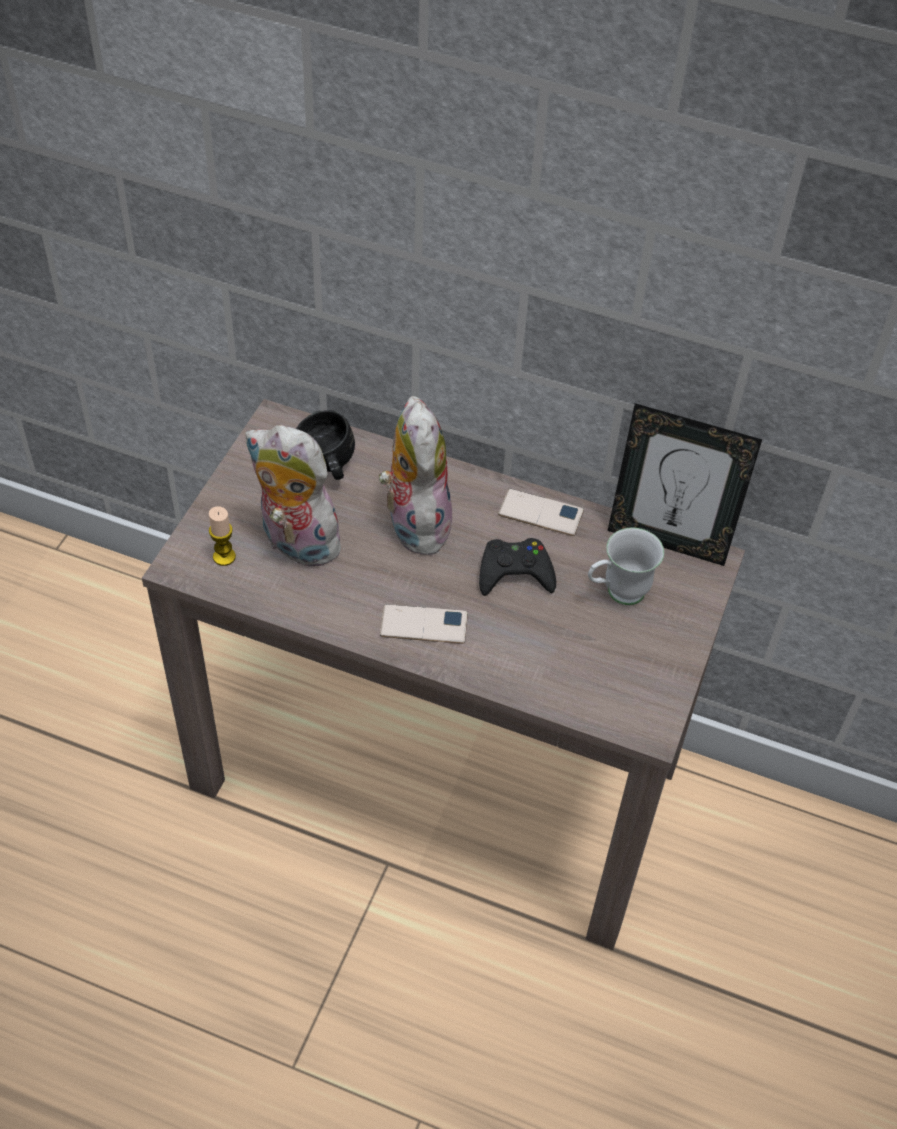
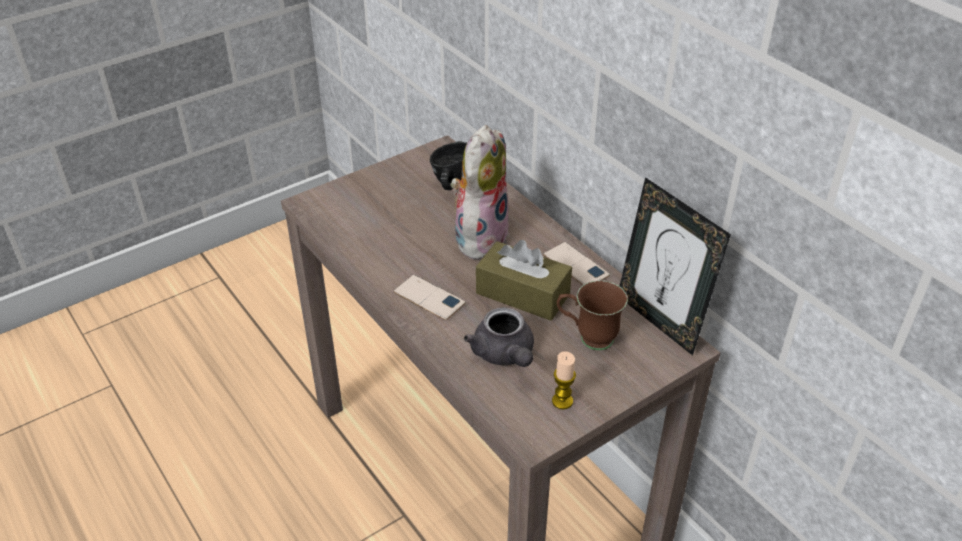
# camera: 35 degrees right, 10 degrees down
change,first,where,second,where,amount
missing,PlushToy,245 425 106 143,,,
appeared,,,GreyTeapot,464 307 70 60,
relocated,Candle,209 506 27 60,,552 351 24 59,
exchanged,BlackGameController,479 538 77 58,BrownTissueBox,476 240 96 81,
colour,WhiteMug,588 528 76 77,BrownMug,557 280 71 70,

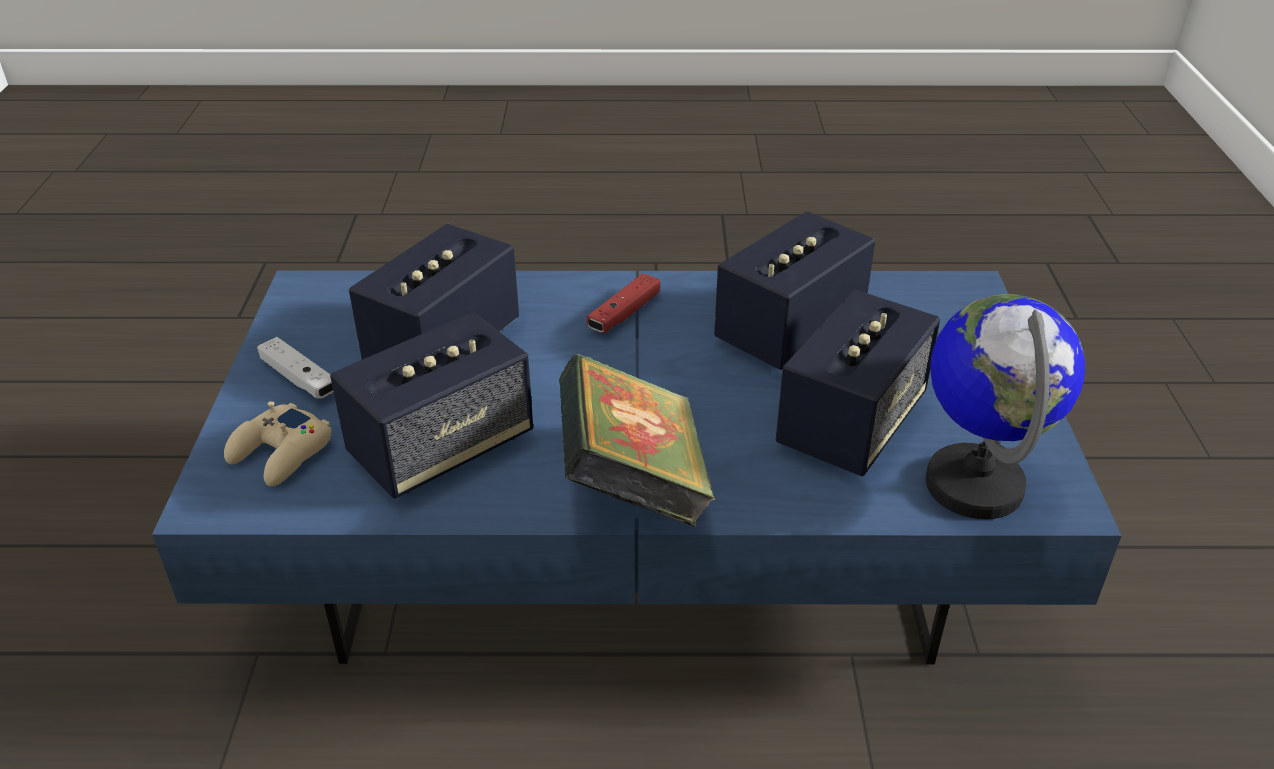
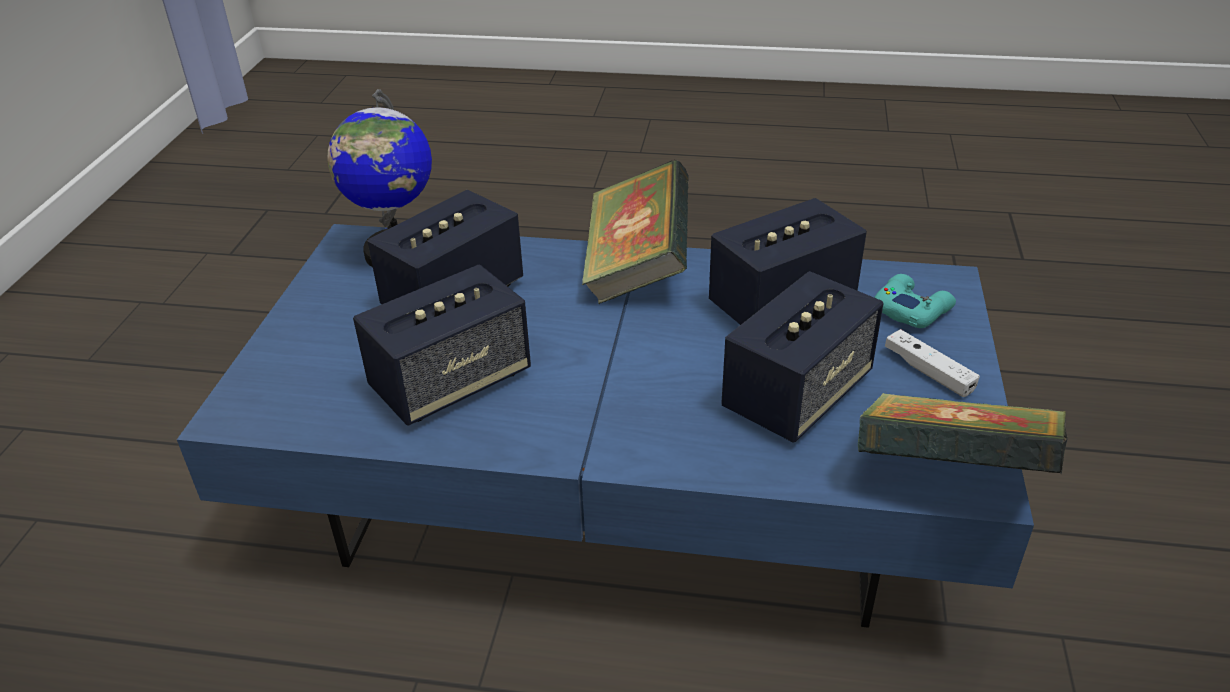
# camera: 170 degrees left, 0 degrees up
change,first,where,second,where,amount
missing,RedGameController,587 273 73 60,,,
appeared,,,Book,858 392 210 82,
colour,BeigeGameController,224 401 108 86,TurquoiseGameController,874 274 82 54,

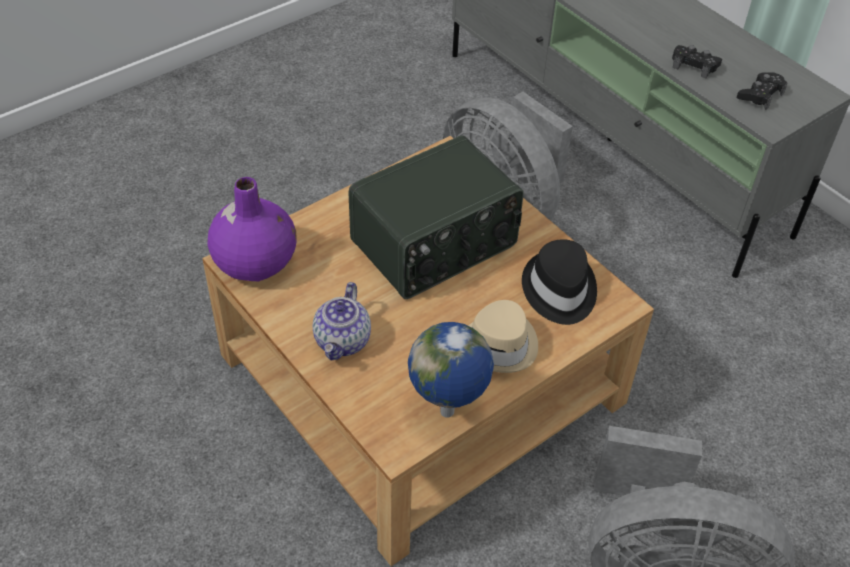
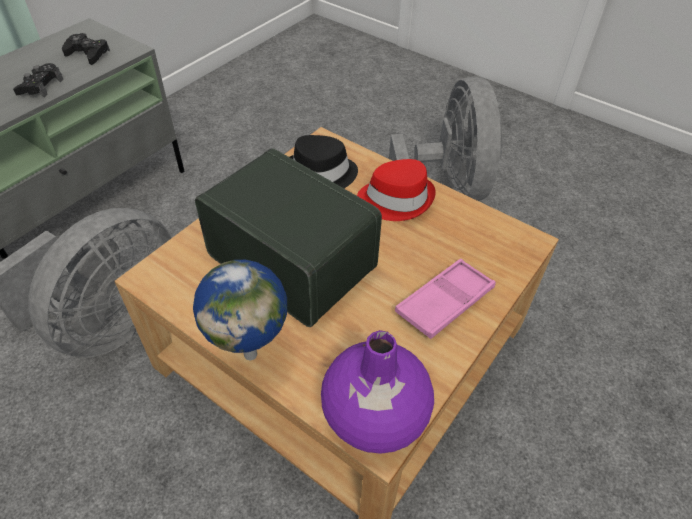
# camera: 105 degrees left, 0 degrees up
change,first,where,second,where,amount
relocated,Globe,408 322 86 95,,193 260 94 100,
exchanged,Teapot,313 282 58 78,PinkTray,395 259 101 80,
colour,BeigeHat,468 300 70 73,RedHat,357 159 79 62,

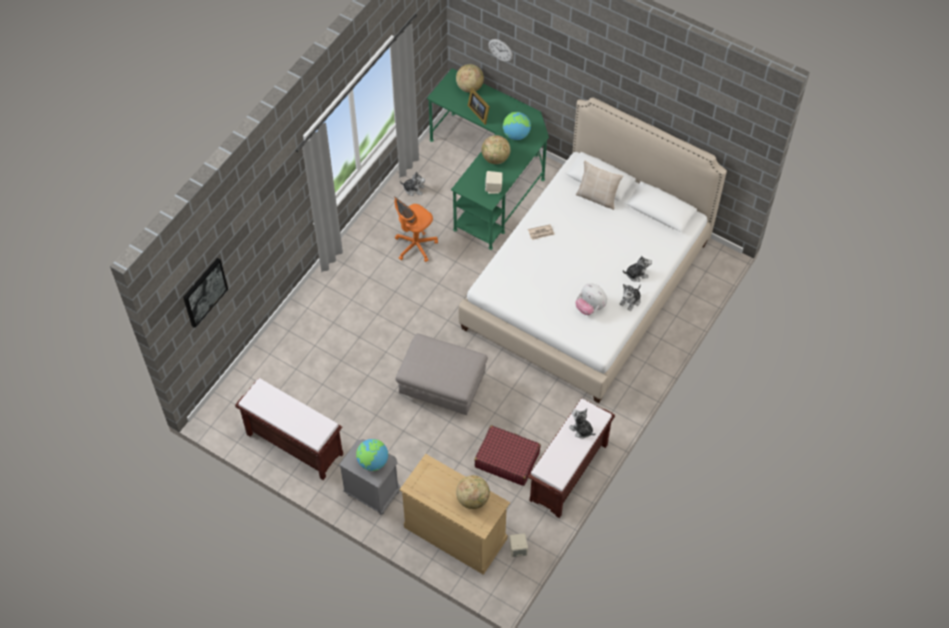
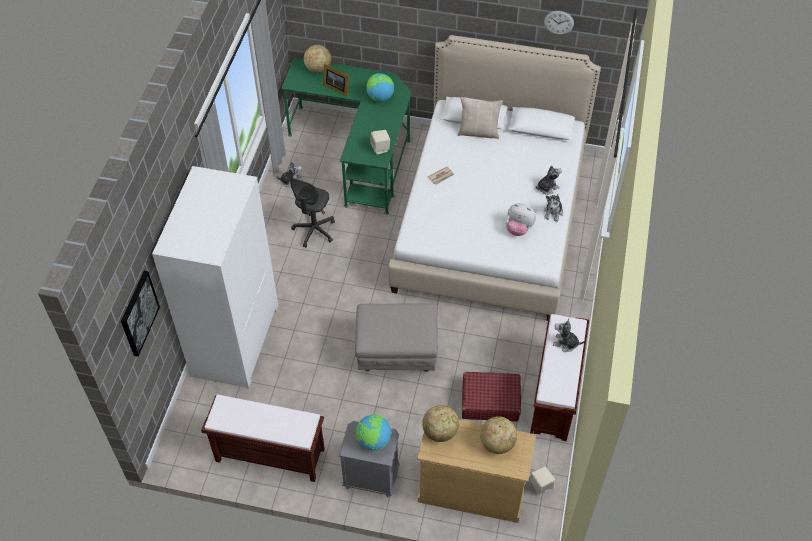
# camera: 20 degrees left, 5 degrees down
change,first,where,second,where,amount
appeared,,,WhiteWardrobe,152 166 126 222,
relocated,Globe,481 135 29 29,,422 405 37 37,
relocated,WallClock,488 39 25 23,,544 11 30 24,
colour,OrangeOfficeChair,394 196 44 66,GreyOfficeChair,290 178 45 70,

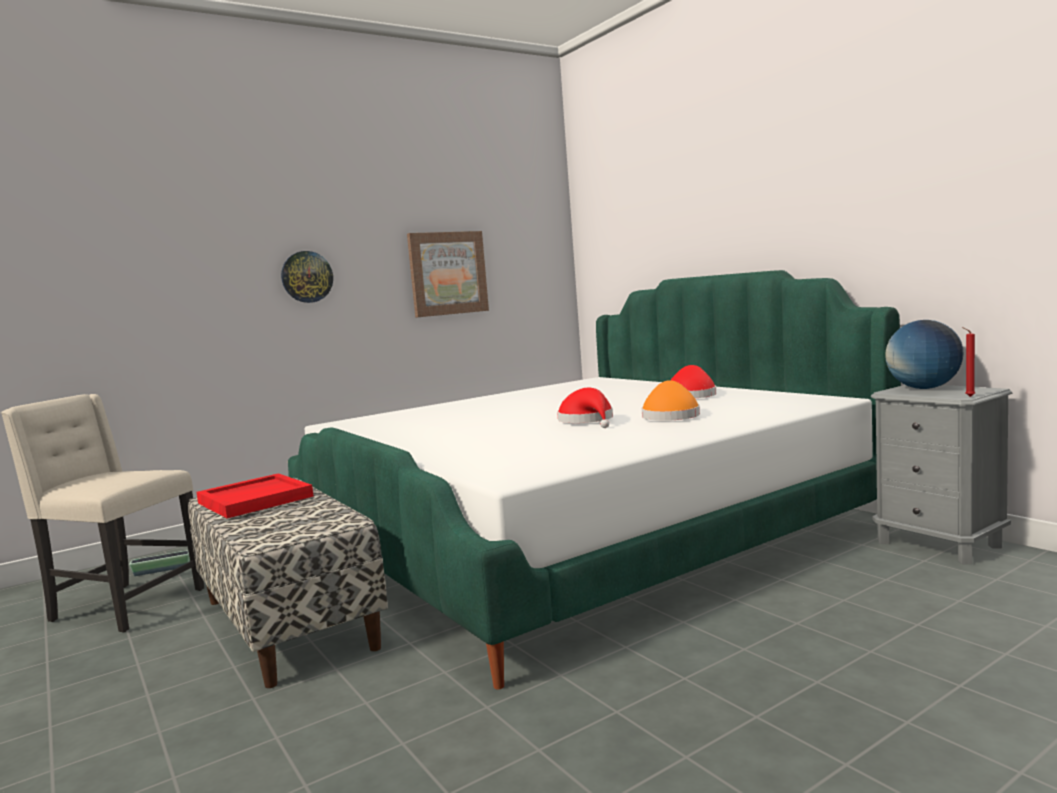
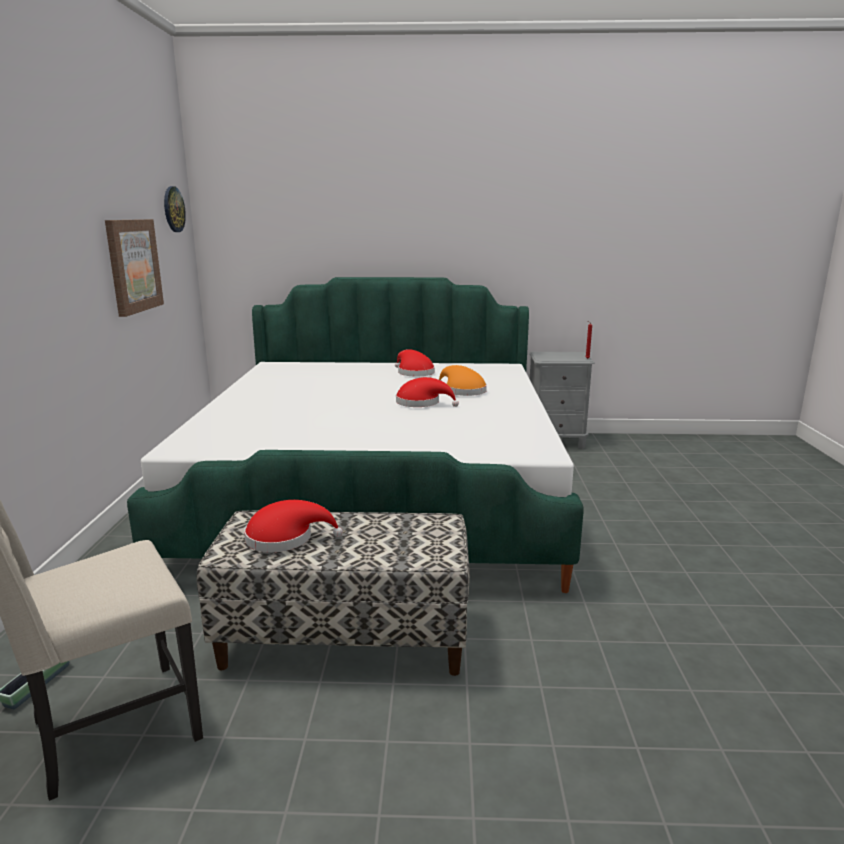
# camera: 55 degrees left, 10 degrees up
change,first,where,second,where,amount
missing,Globe,885 320 78 69,,,
relocated,WallClock,281 251 52 52,,164 186 22 46,
exchanged,RedTray,196 473 118 45,RedHat,244 500 99 52,

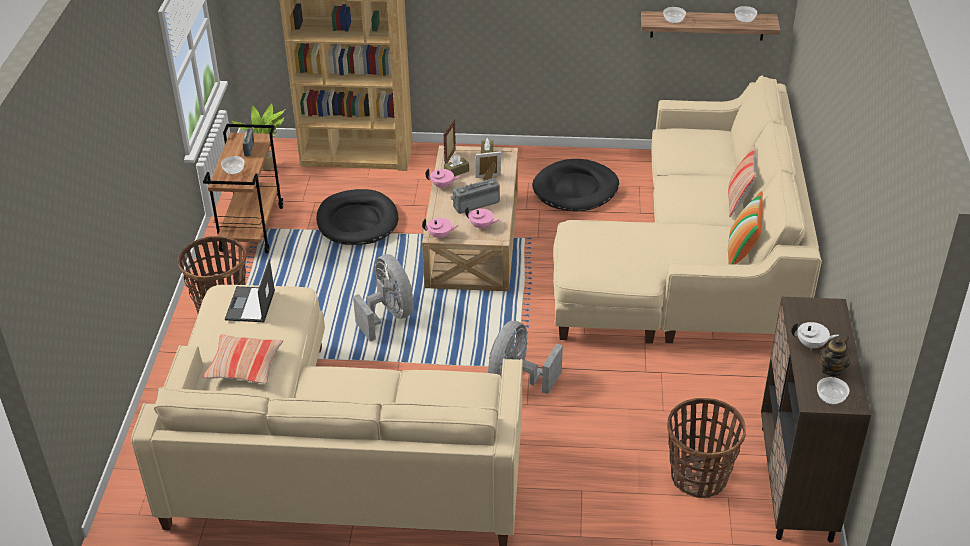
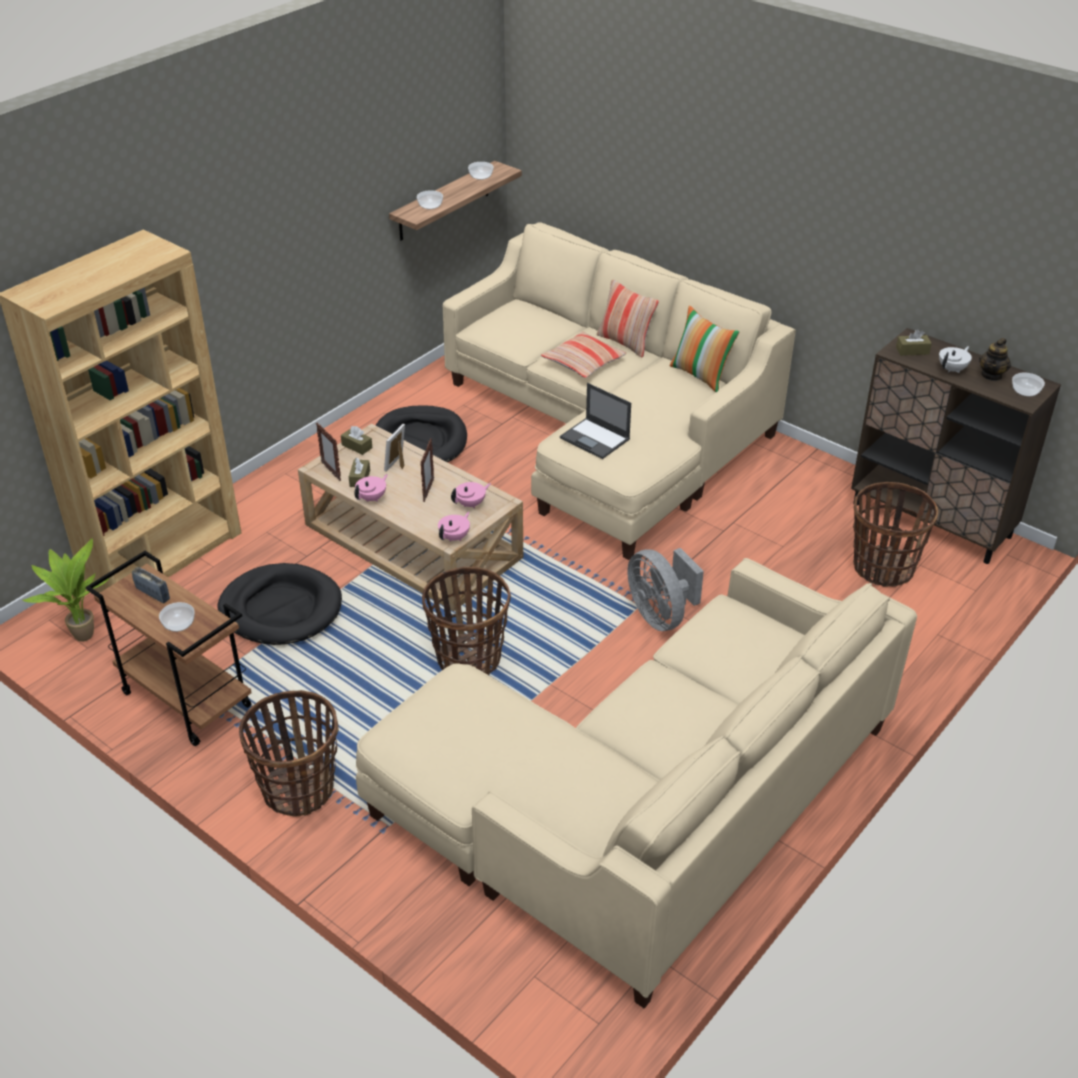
# camera: 55 degrees left, 0 degrees up
change,first,where,second,where,amount
appeared,,,BrownTissueBox,896 329 36 27,
relocated,Pillow,202 334 81 50,,541 331 86 47,
relocated,Laptop,225 259 50 63,,560 383 71 76,
exchanged,GreyFan,353 254 61 87,Basket,422 567 89 108,
exchanged,Radio,451 178 49 36,PictureFrame,420 438 14 64,
spun,Teapot,819 336 31 40,,979 338 32 43,135 degrees counterclockwise

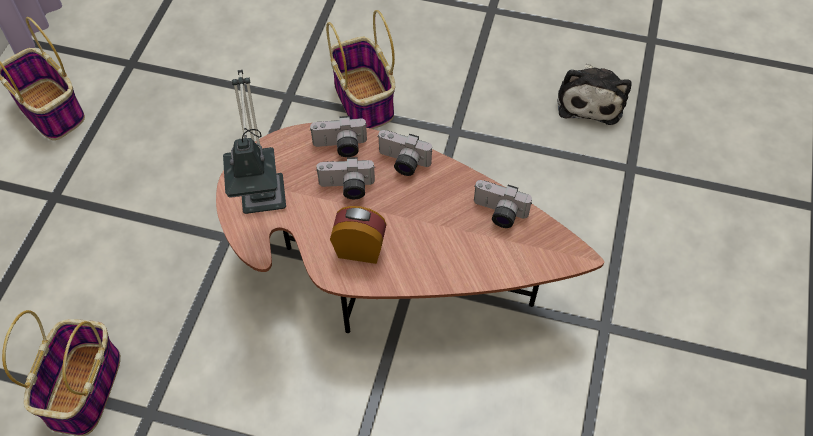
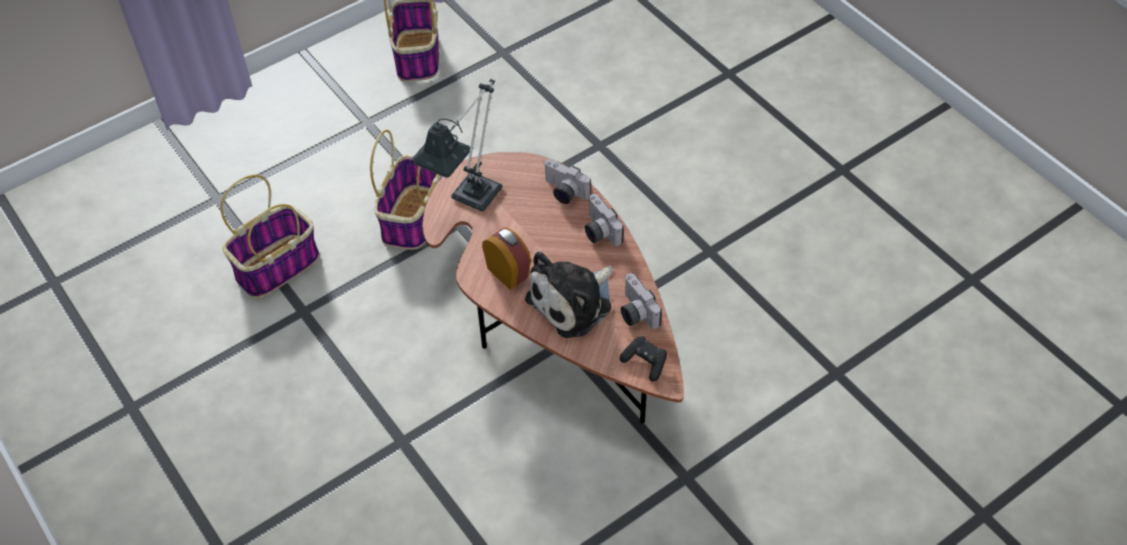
# camera: 40 degrees right, 5 degrees down
change,first,where,second,where,amount
missing,PhotoCamera,316 157 59 42,,,
appeared,,,BlackGameController,620 337 47 45,
relocated,Basket,326 10 69 119,,370 130 71 120,
relocated,PlushToy,557 63 75 62,,525 251 88 87,

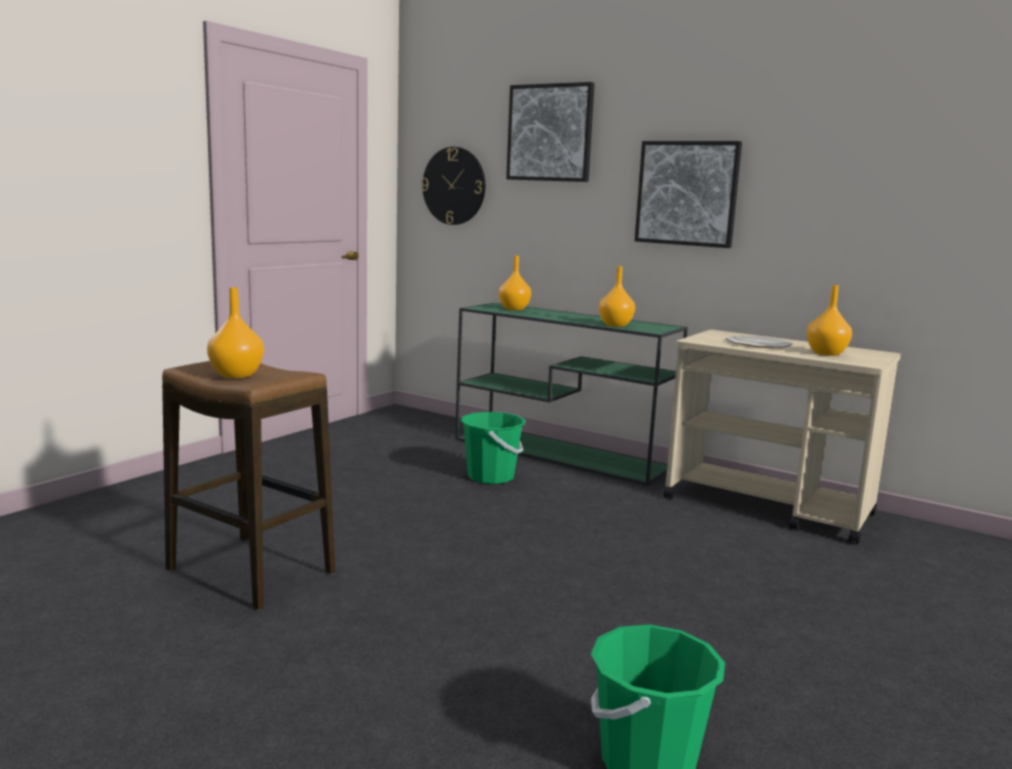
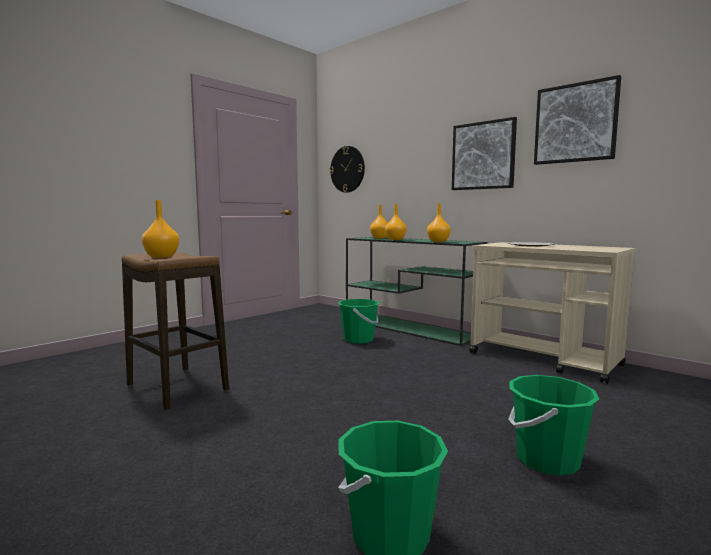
# camera: 10 degrees right, 5 degrees down
change,first,where,second,where,amount
appeared,,,GreenBucket,508 375 91 101,
relocated,Picture,506 82 89 100,,534 75 87 90,
relocated,OrangeVase,807 285 45 71,,385 204 22 36,

